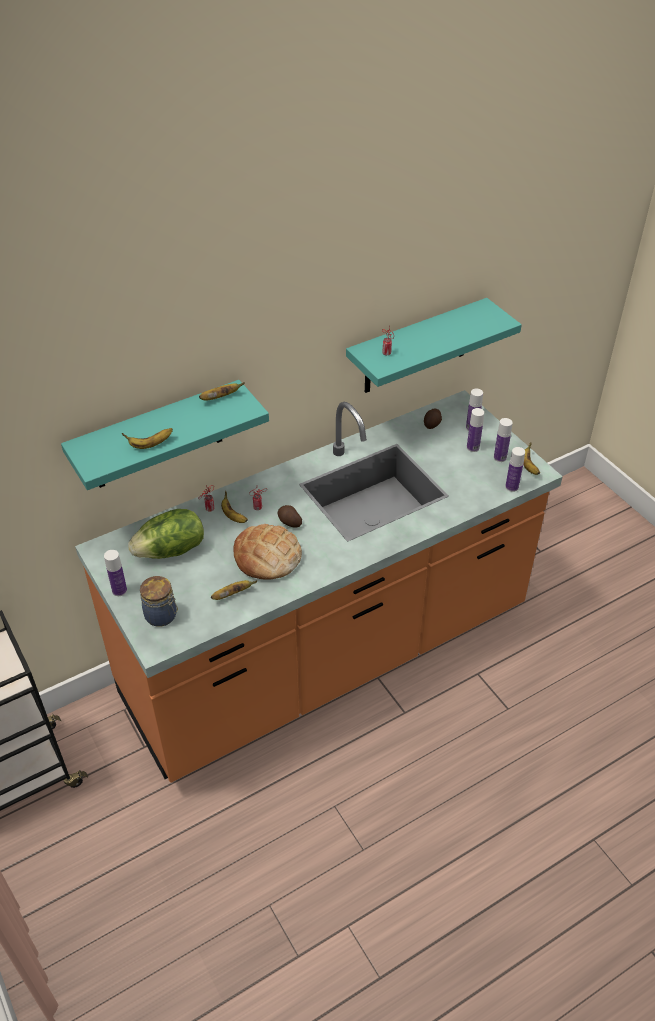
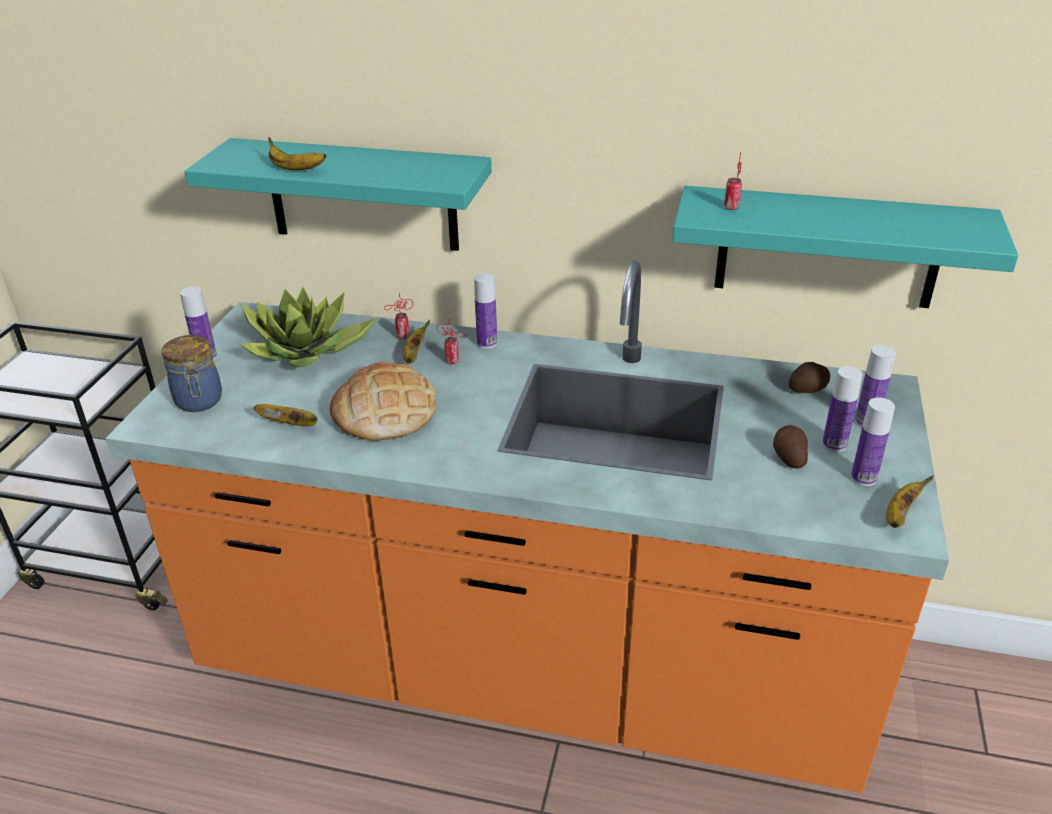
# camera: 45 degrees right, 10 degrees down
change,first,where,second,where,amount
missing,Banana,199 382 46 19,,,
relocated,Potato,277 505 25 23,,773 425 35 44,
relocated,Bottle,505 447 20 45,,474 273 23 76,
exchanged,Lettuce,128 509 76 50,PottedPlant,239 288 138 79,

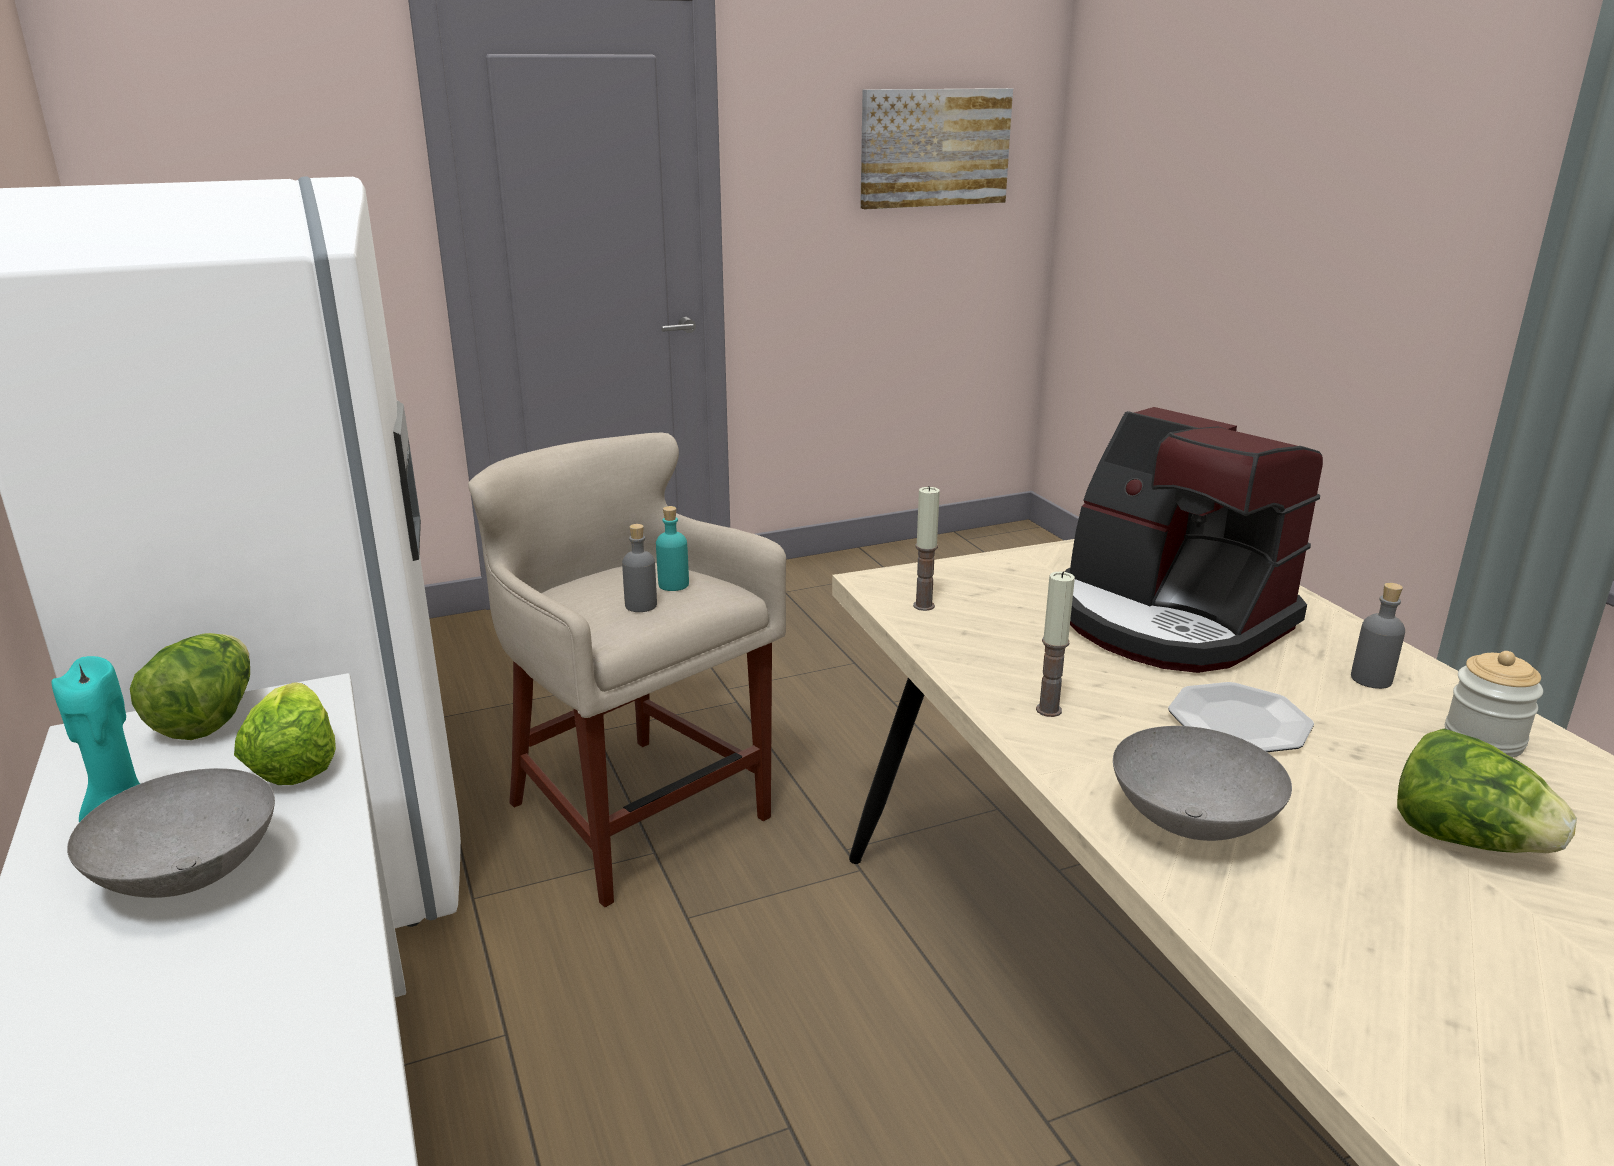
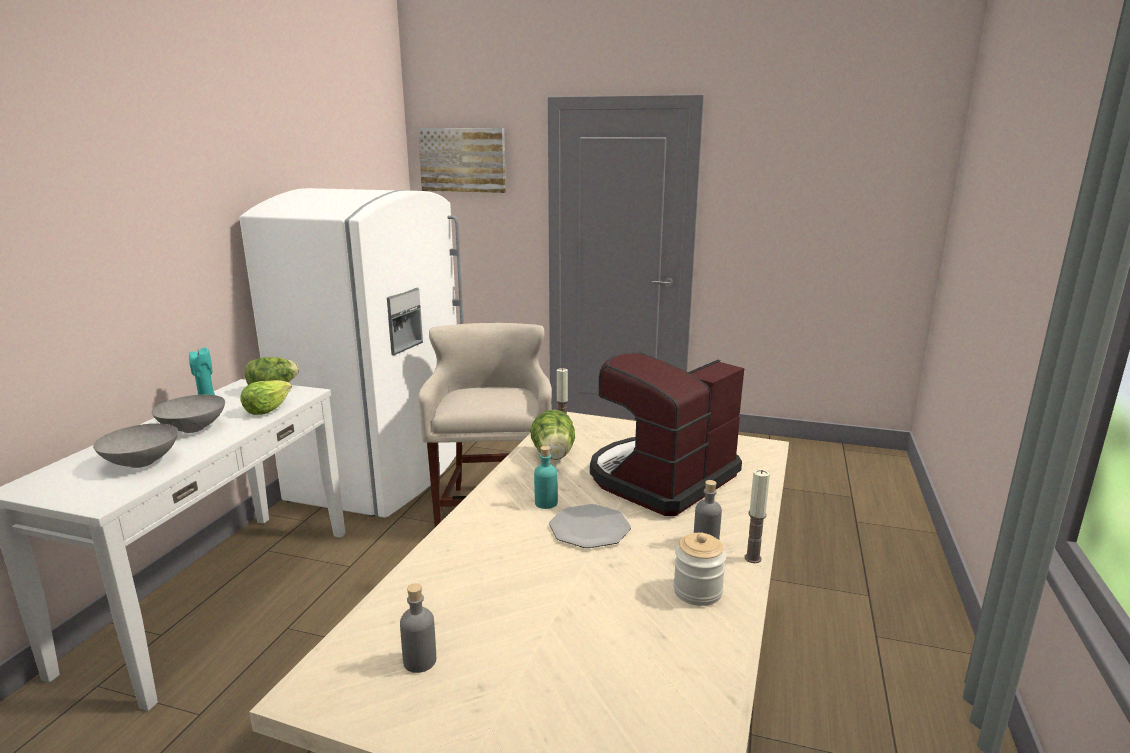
# camera: 40 degrees right, 5 degrees down
change,first,where,second,where,amount
relocated,GreyBottle,622 524 35 88,,400 583 36 90,
relocated,TurquoiseBottle,656 506 33 85,,534 446 24 63,
relocated,Picture,860 88 153 121,,418 128 88 65,
relocated,Candle,1036 571 39 146,,744 469 26 94,
relocated,GreyBowl,1113 726 179 115,,93 423 85 45,
relocated,Lettuce,1397 729 180 124,,530 409 45 51,
spun,CoffeeMachine,1065 407 258 266,,590 352 154 164,45 degrees clockwise

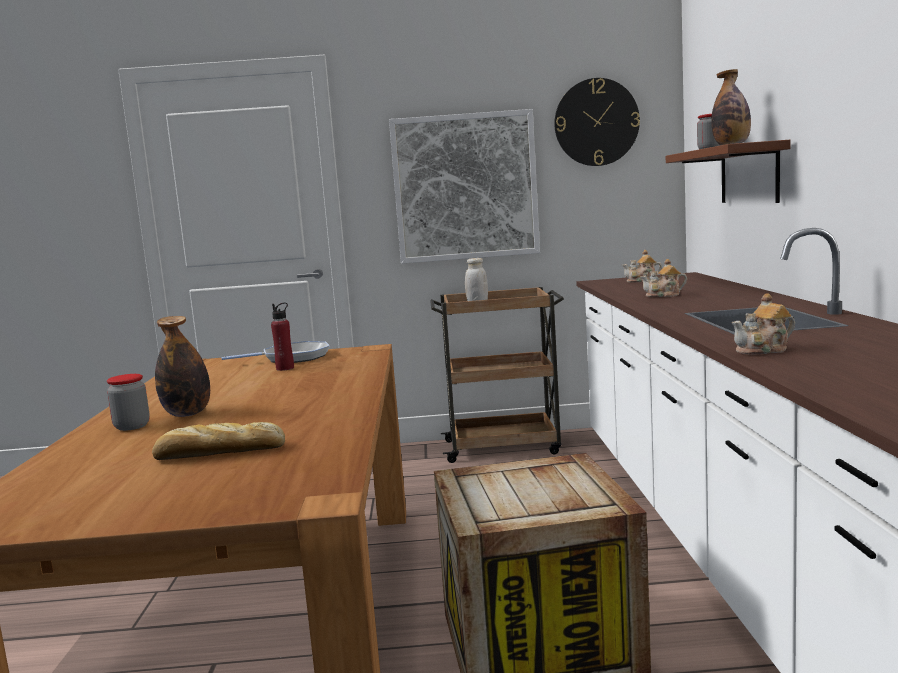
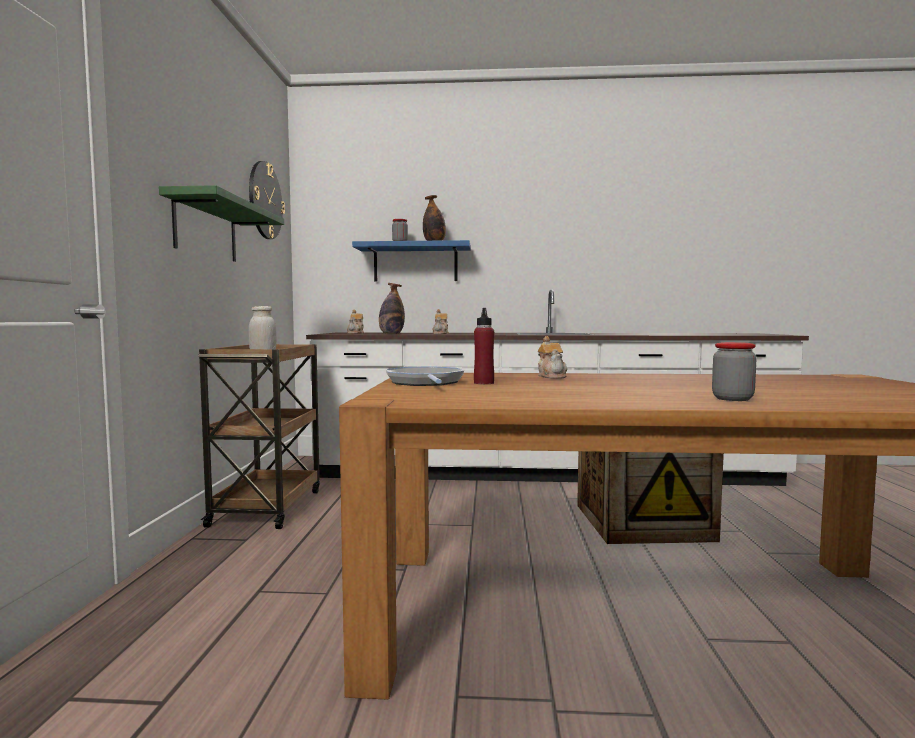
# camera: 85 degrees left, 5 degrees down
change,first,where,second,where,amount
missing,Bread,152 422 133 38,,,
relocated,Bottle,155 316 55 101,,379 283 26 51,
relocated,Teapot,731 293 64 62,,538 336 29 43,
exchanged,Picture,389 109 151 155,GreenShelf,159 185 125 77,
colour,BrownShelf,666 140 125 63,BlueShelf,352 240 119 41,

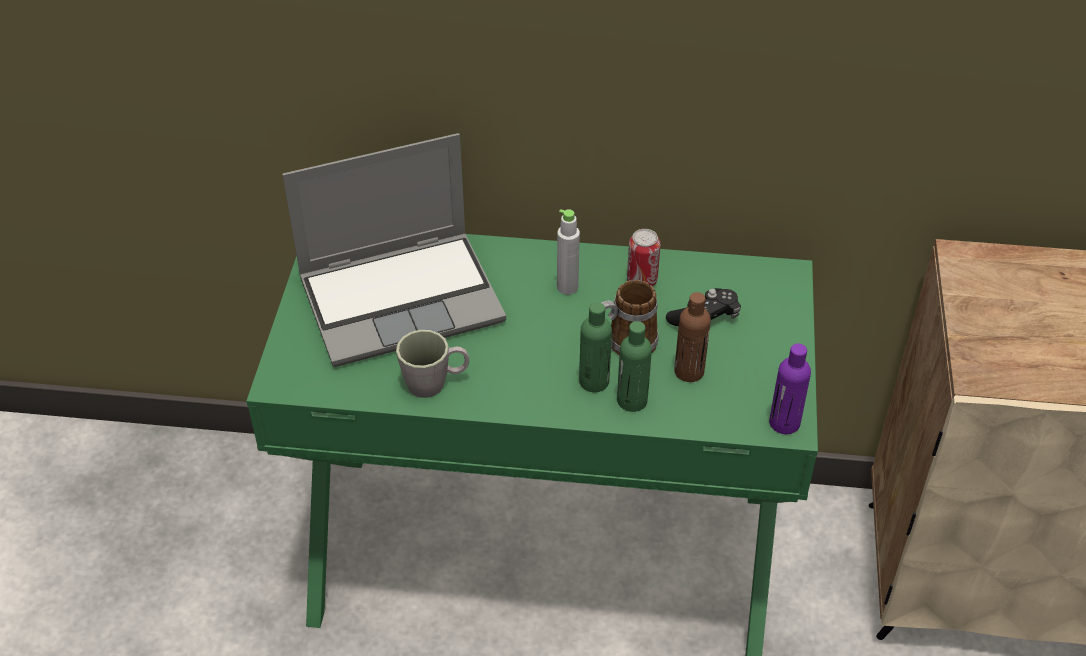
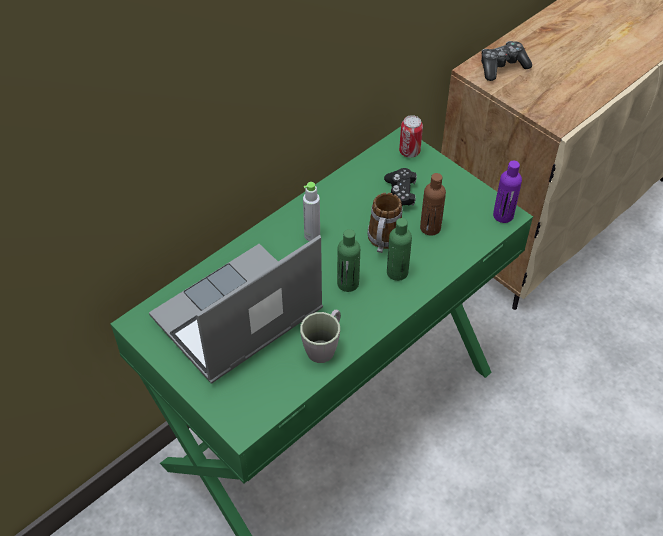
# camera: 50 degrees left, 5 degrees up
change,first,where,second,where,amount
appeared,,,GameController,481 41 51 40,
relocated,GreenBottle,617 321 35 91,,337 229 23 63,
relocated,Can,627 229 34 58,,399 115 24 43,
spun,Laptop,282 133 224 234,,149 235 174 149,150 degrees counterclockwise

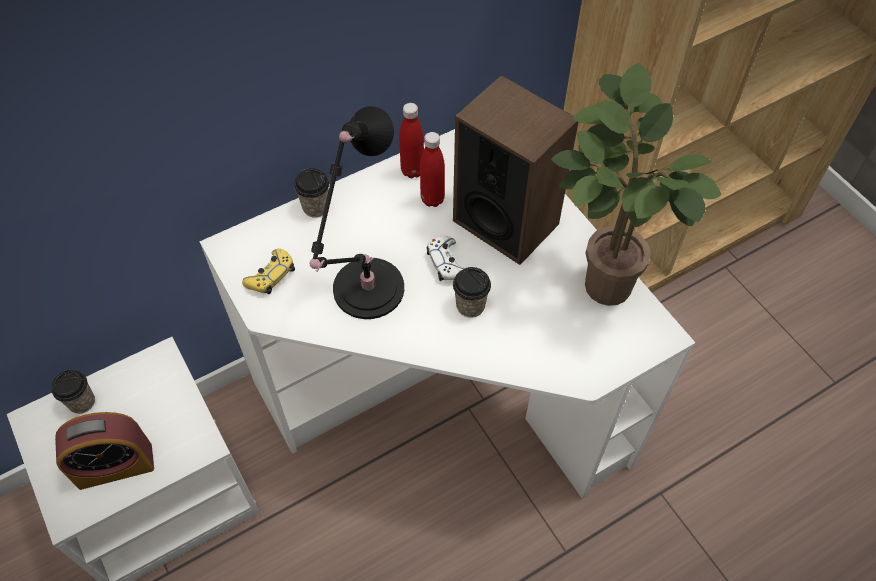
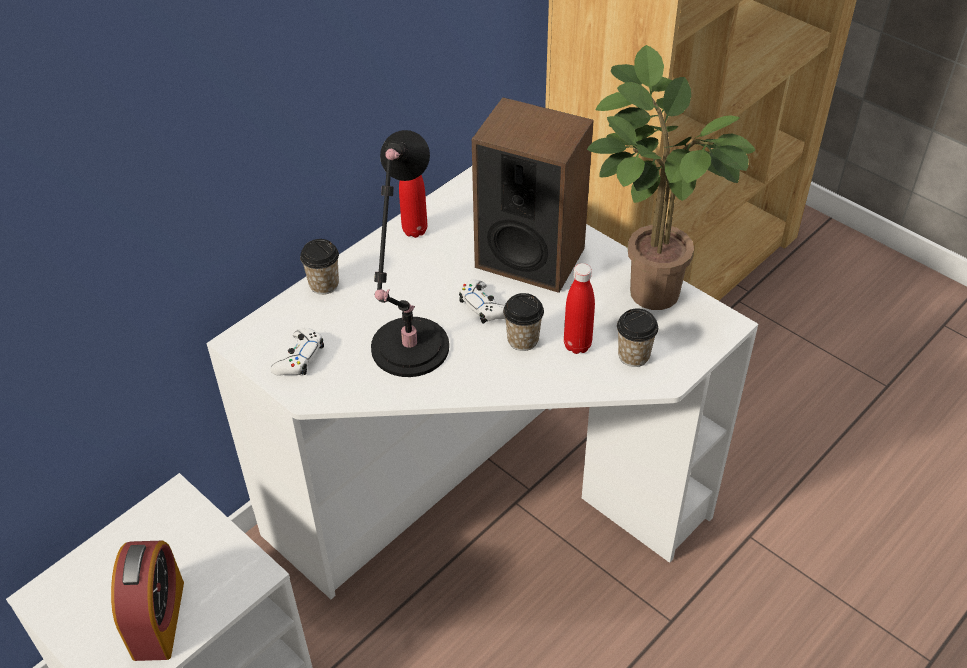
# camera: 15 degrees left, 10 degrees down
change,first,where,second,where,amount
relocated,Cup,52 370 43 44,,617 309 41 58,
relocated,RedBottle,420 132 25 75,,564 263 31 91,
colour,YellowGameController,242 249 53 45,WhiteGameController,271 328 53 48,
spun,AlarmClock,55 412 99 78,,111 541 73 120,60 degrees counterclockwise

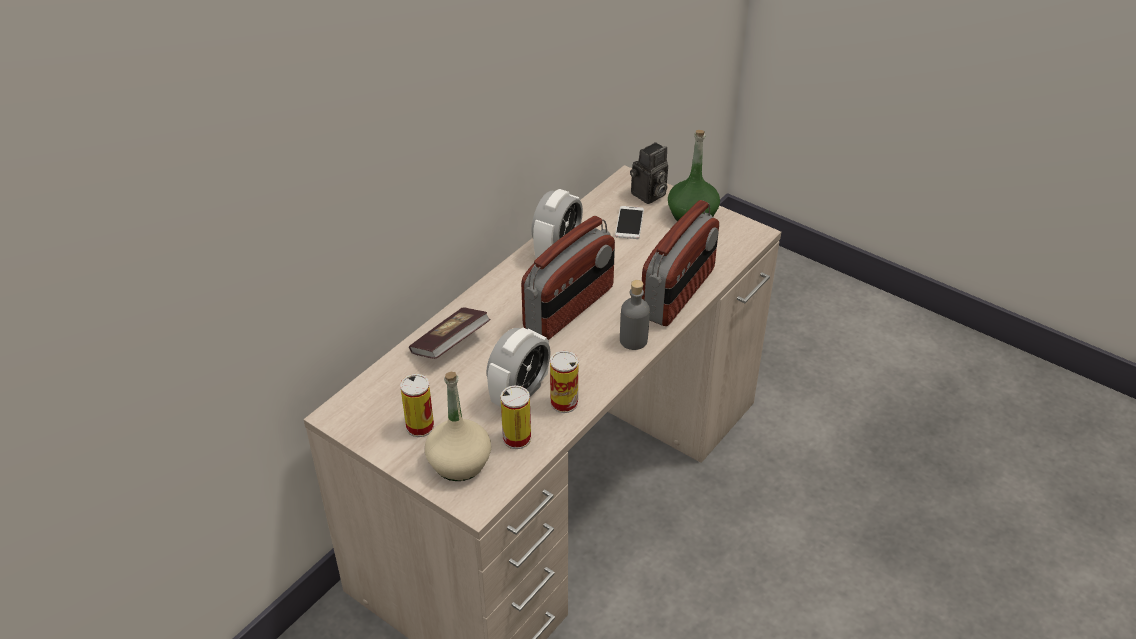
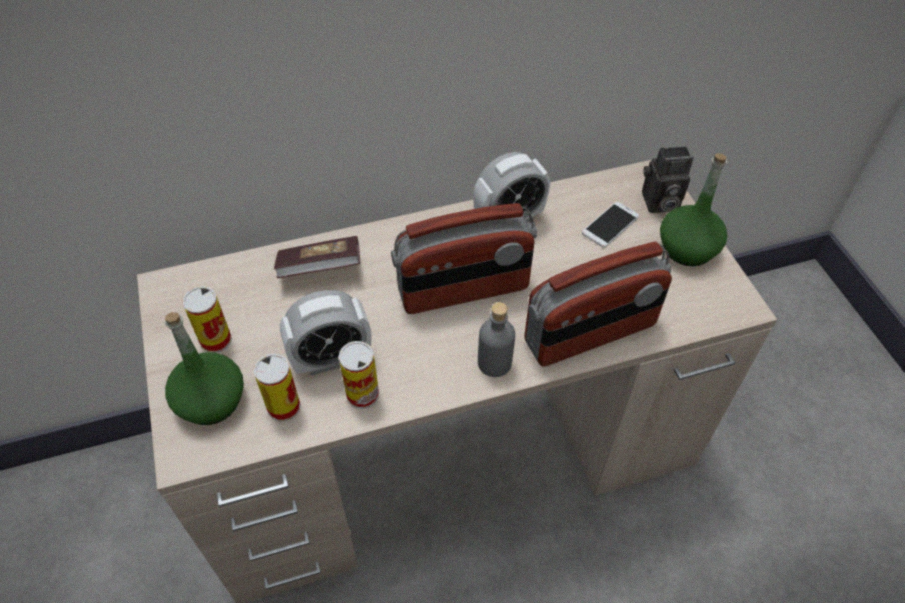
# camera: 35 degrees right, 10 degrees up
change,first,where,second,where,amount
colour,BeigeBottle,425 372 66 109,GreenBottle,165 312 79 113,

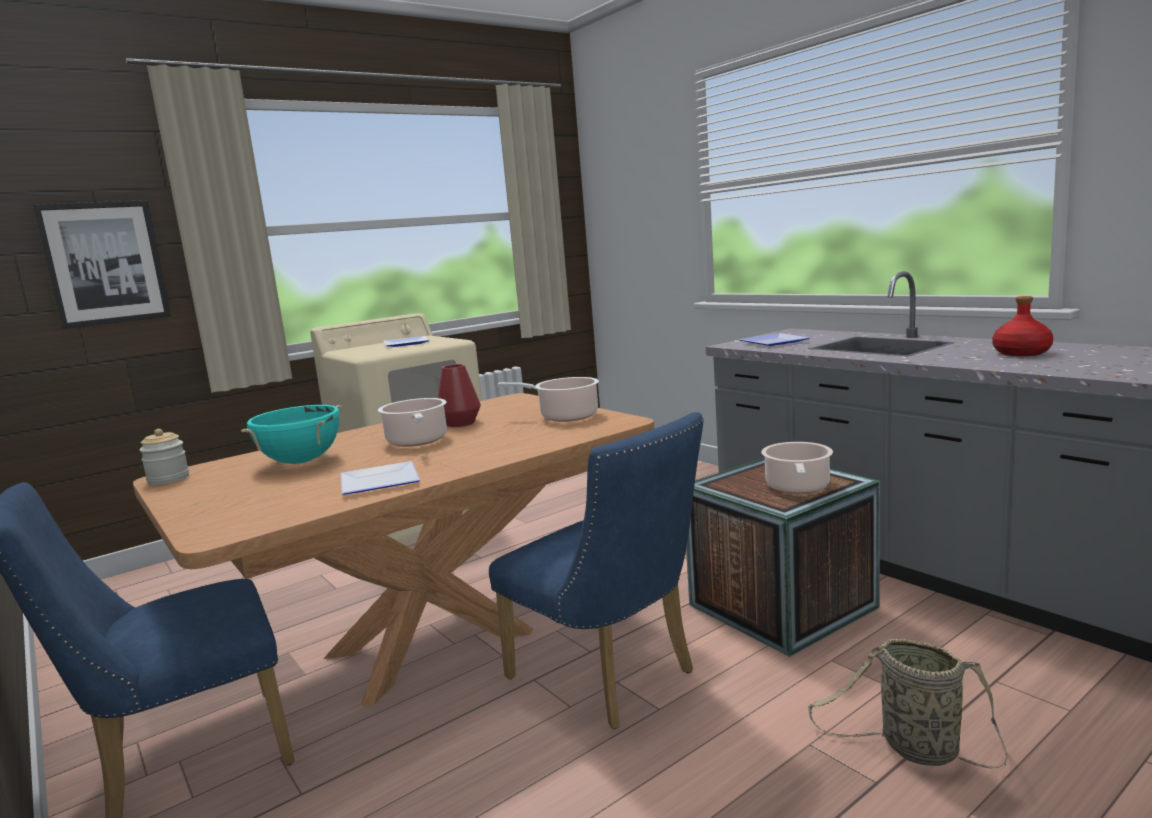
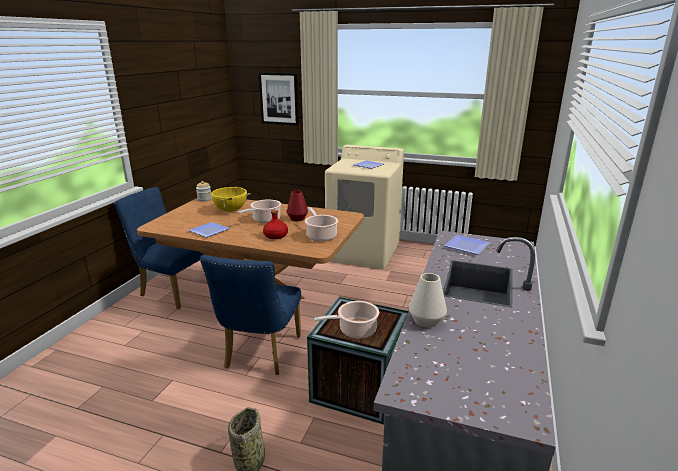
# camera: 55 degrees right, 10 degrees up
change,first,where,second,where,amount
appeared,,,WhiteVase,408 273 39 55,
relocated,RedBottle,992 296 61 60,,263 210 25 29,
colour,TurquoiseCookingPot,241 405 101 59,YellowCookingPot,208 186 43 26,

